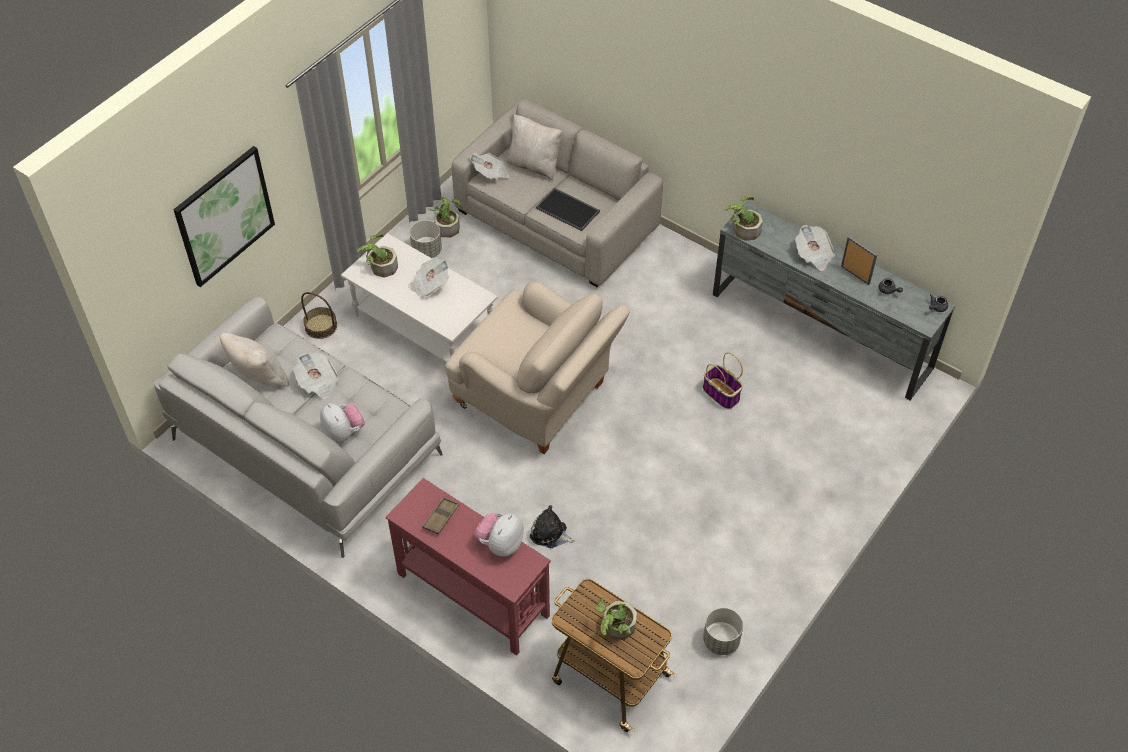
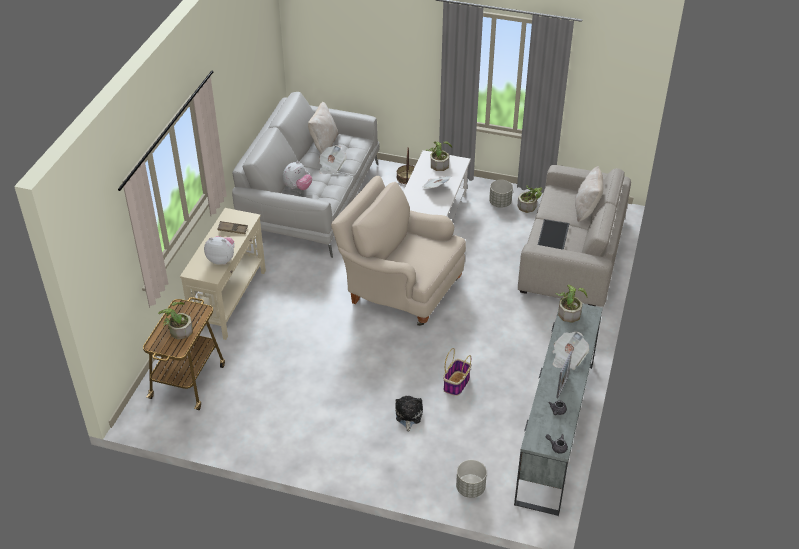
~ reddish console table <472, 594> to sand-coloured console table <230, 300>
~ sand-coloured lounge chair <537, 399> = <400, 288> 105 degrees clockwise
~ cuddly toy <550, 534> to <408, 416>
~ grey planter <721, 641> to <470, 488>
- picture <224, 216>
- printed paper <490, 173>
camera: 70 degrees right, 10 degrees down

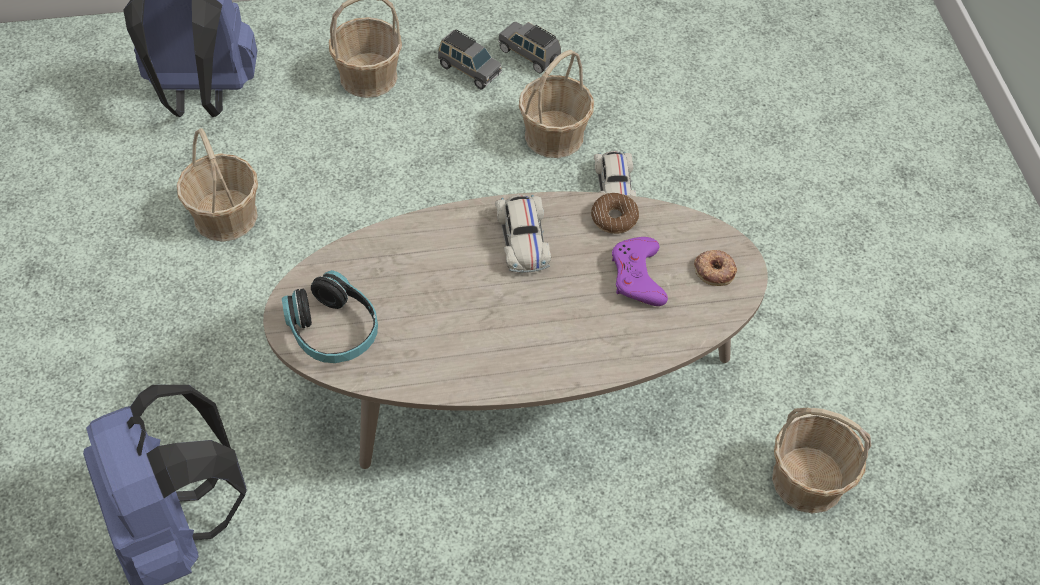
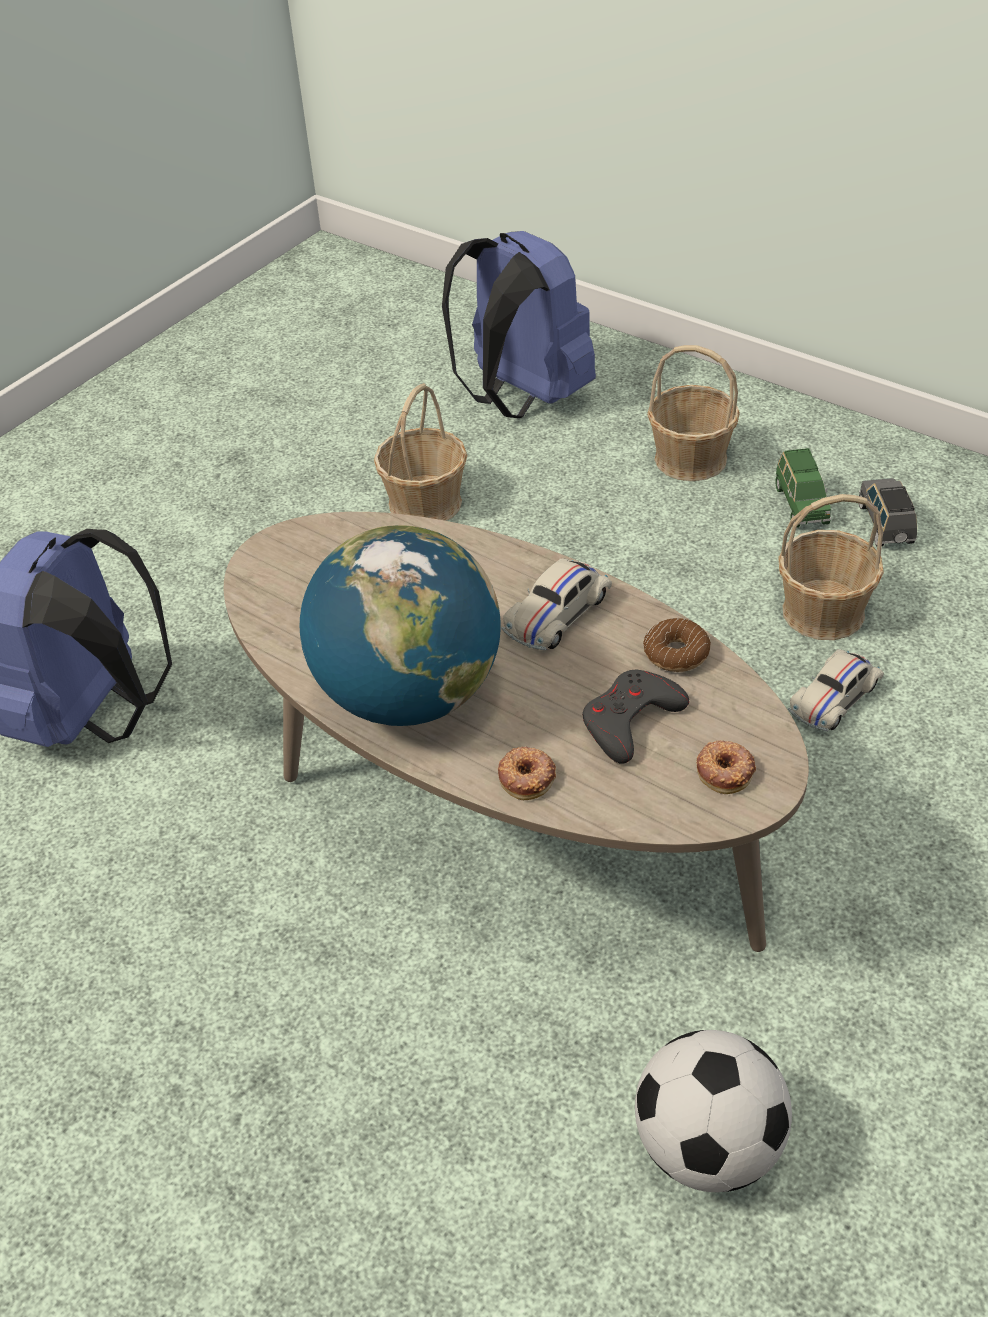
+ globe <409, 695>
+ donut <527, 777>
~ purplish game controller <637, 276> to grey game controller <630, 721>
~ basket <808, 481> to ball for football <708, 1147>
~ grey model car <469, 70> to green model car <801, 505>
- headset <333, 330>
camera: 50 degrees right, 10 degrees down

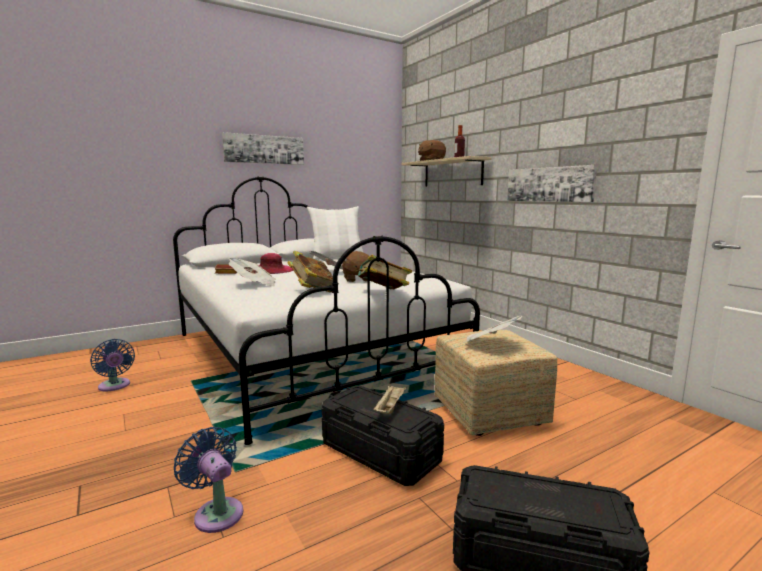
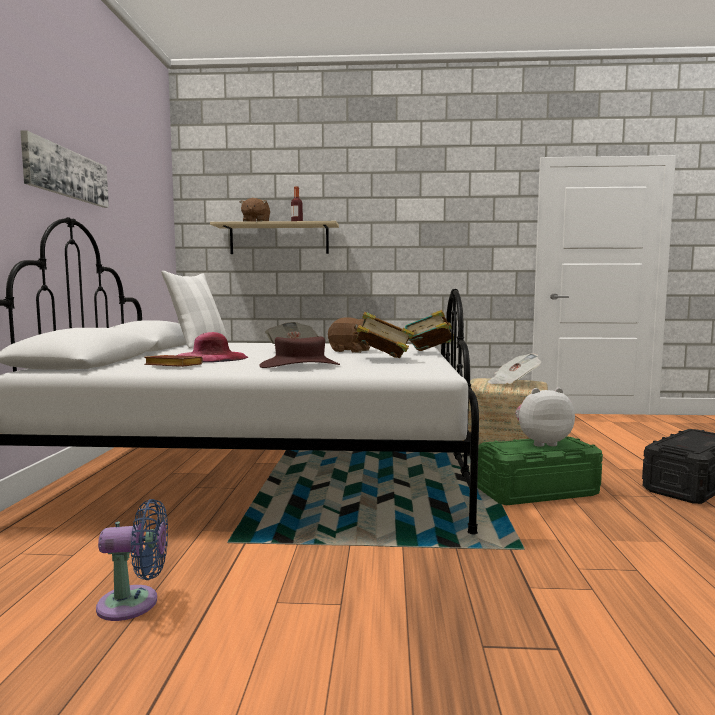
~ printed paper <254, 284> to brown clothing hat <300, 366>
~ blackish storage box <380, 453> to green storage box <536, 491>
~ sand-coloured serving tray <390, 407> to cuddly toy <541, 443>
- bluish cooling fan <216, 512>
- picture <549, 184>
camera: 55 degrees left, 5 degrees down

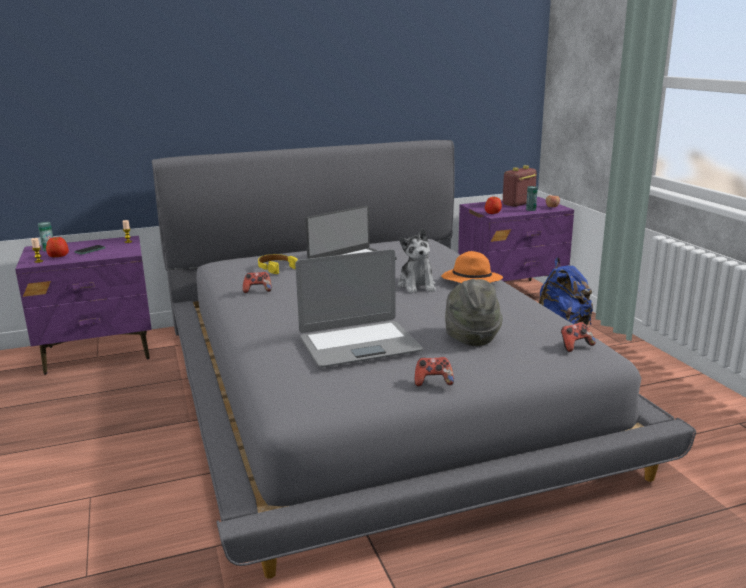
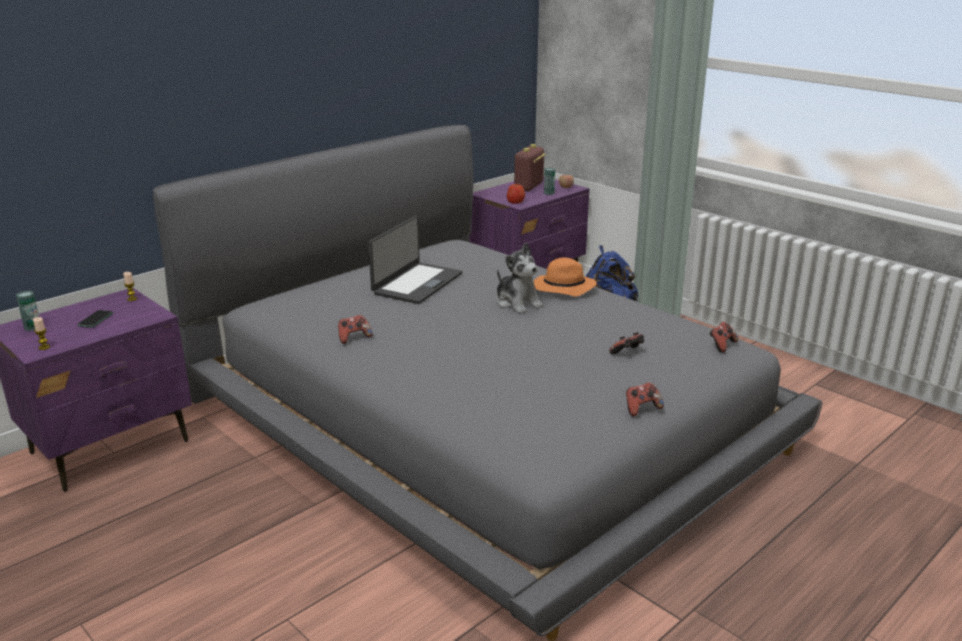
~ grey clothing hat <470, 337> to game controller <627, 353>
- apple <58, 256>
- yellow-coloured headset <276, 268>
- laptop <359, 345>
camera: 25 degrees left, 5 degrees up

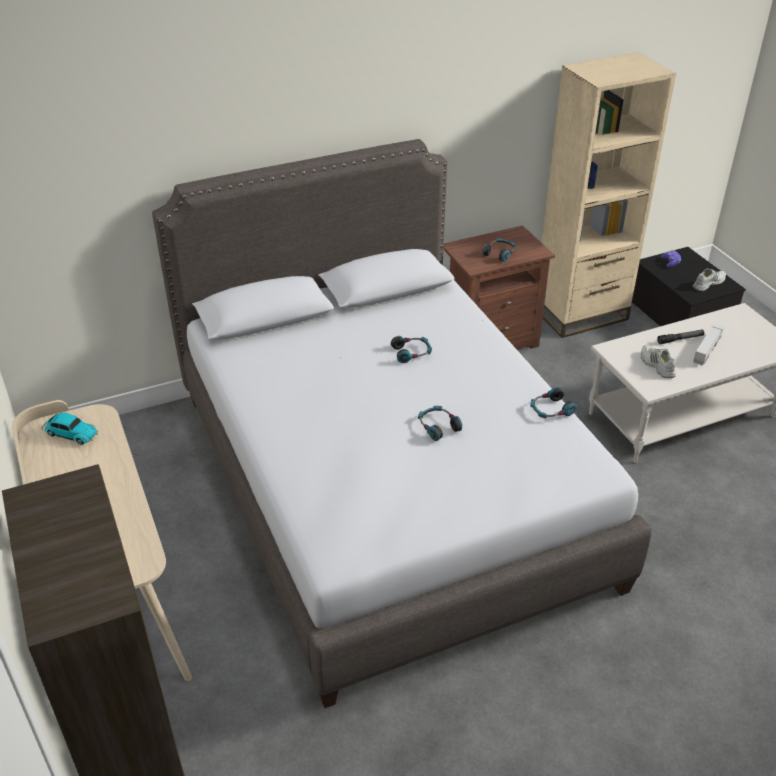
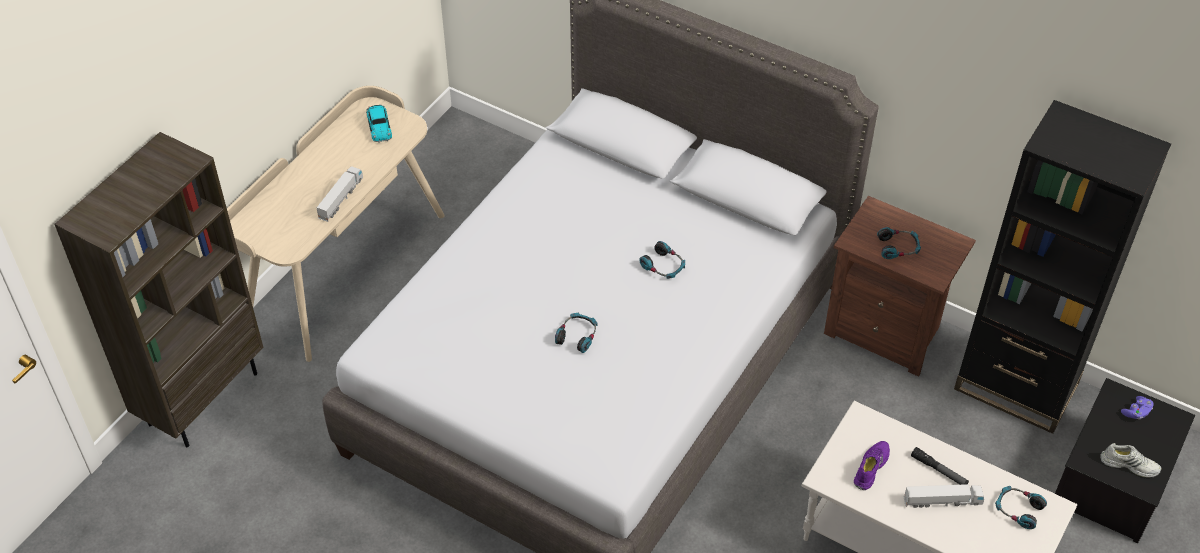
+ toy lorry <341, 199>
~ whitish shoe <656, 365> to purplish shoe <870, 467>
~ sand-coloured shelving unit <581, 314> to blackish shelving unit <1016, 386>
~ headset <551, 410> to <1018, 510>
camera: 55 degrees right, 10 degrees up

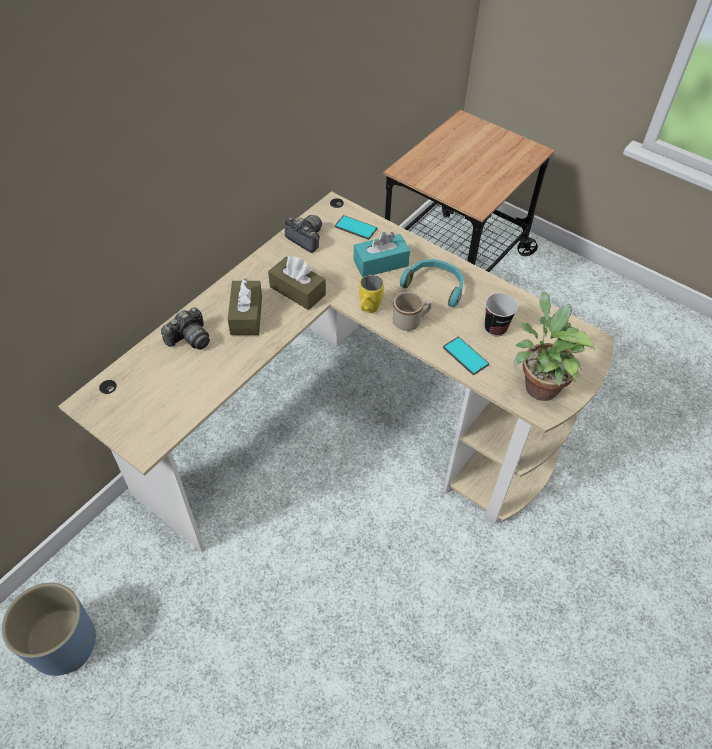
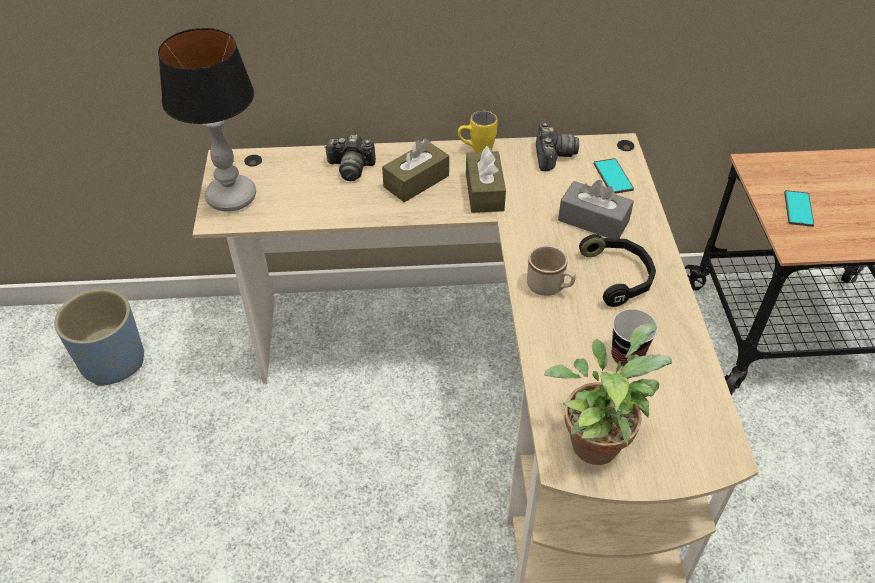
+ table lamp <231, 196>
~ yellow-coloured mug <368, 311> to <476, 150>
~ turquoise tissue box <381, 263> to grey tissue box <593, 221>
~ turquoise headset <435, 286> to blackish headset <619, 276>
~ handset <465, 356> to <798, 209>
camera: 50 degrees right, 5 degrees down

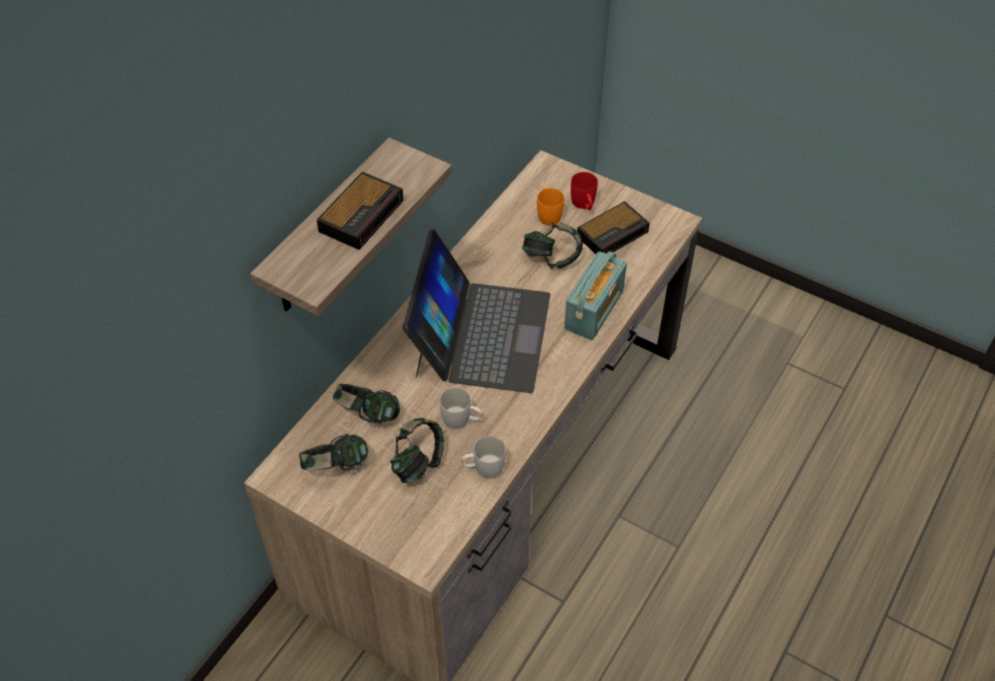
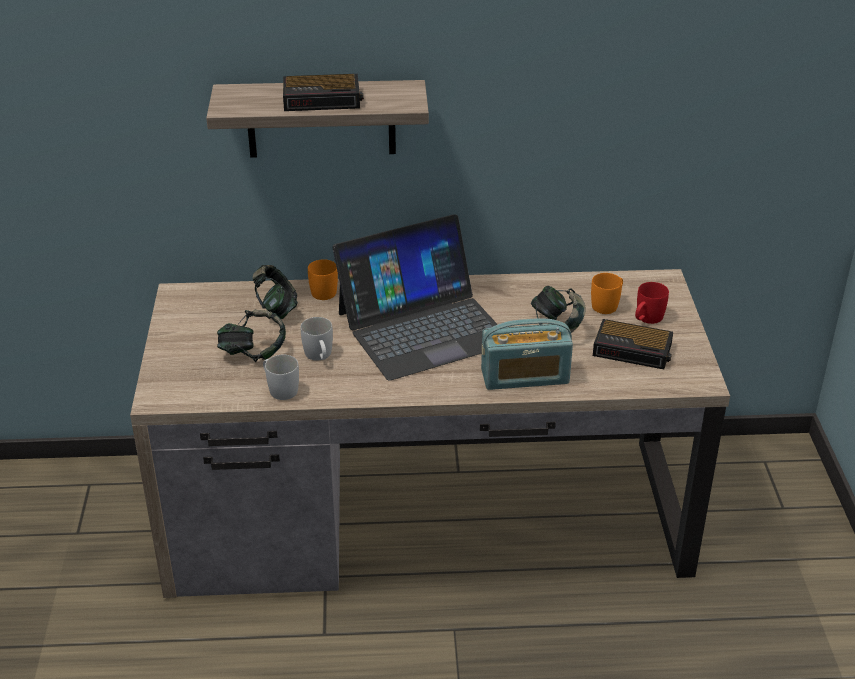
+ orangey mug <321, 290>
- headset <336, 467>
camera: 55 degrees right, 15 degrees down

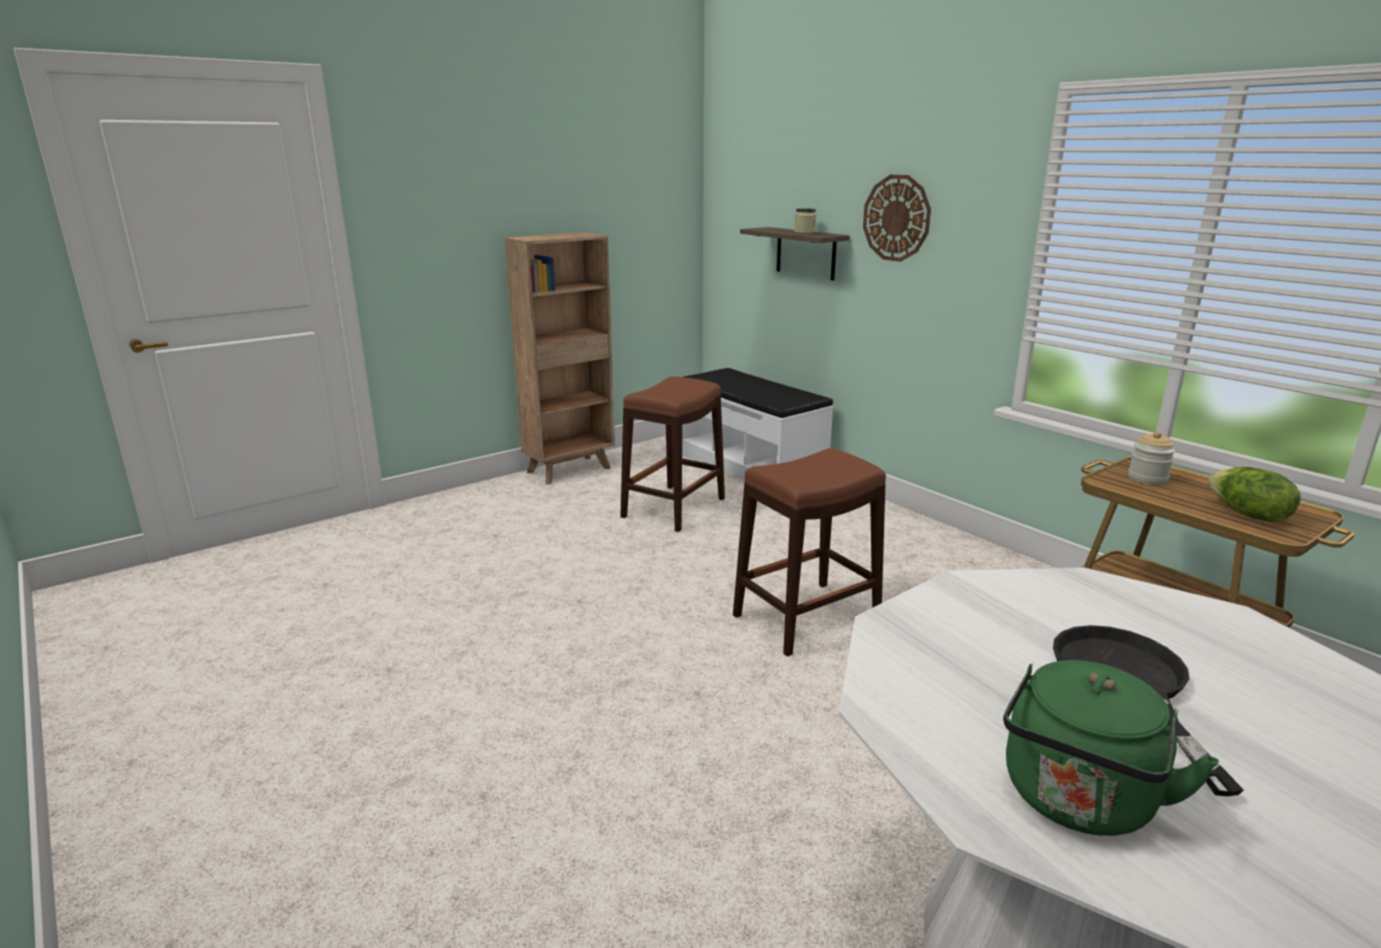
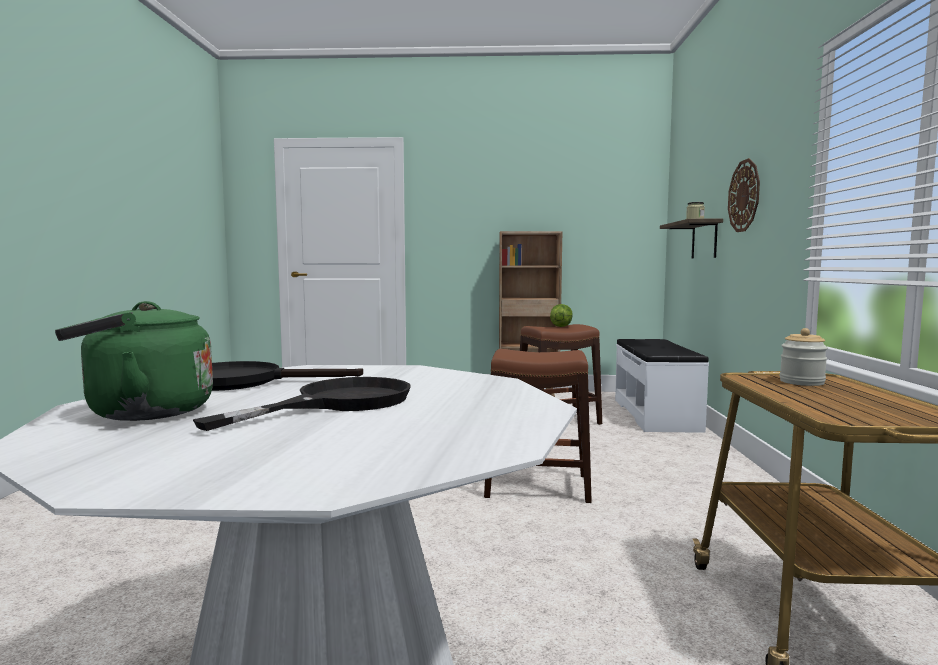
+ blackish pan <244, 382>
~ lettuce head <1247, 515> to <560, 326>
camera: 40 degrees right, 15 degrees down

